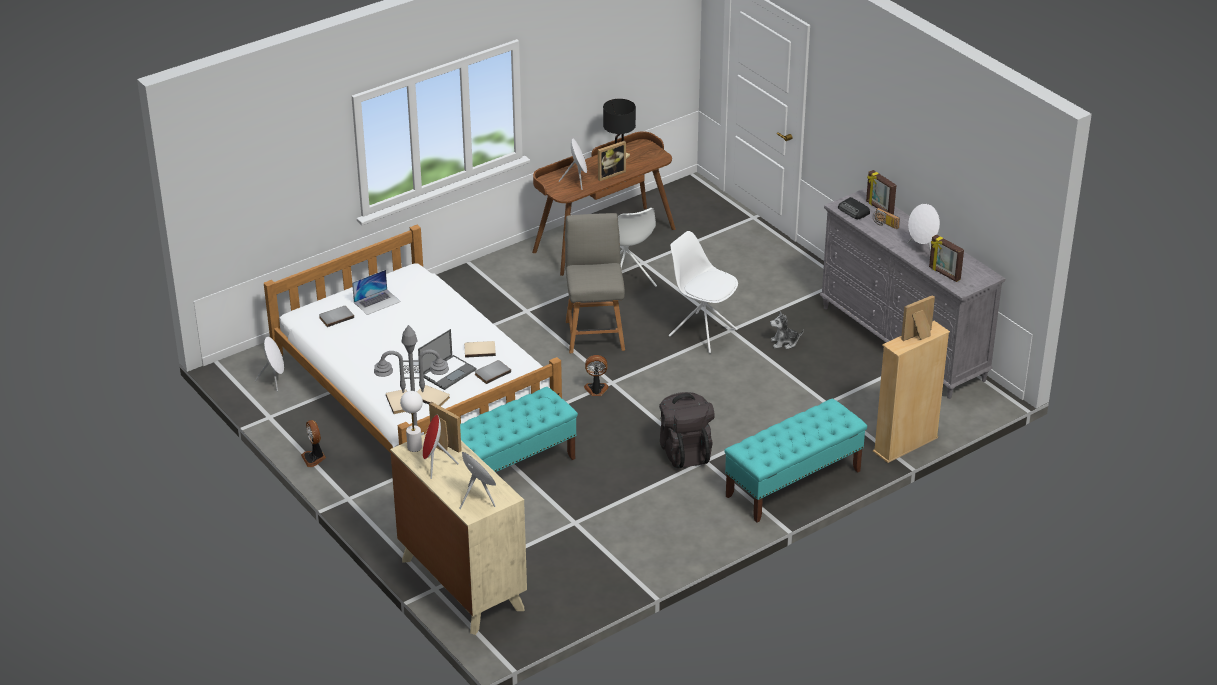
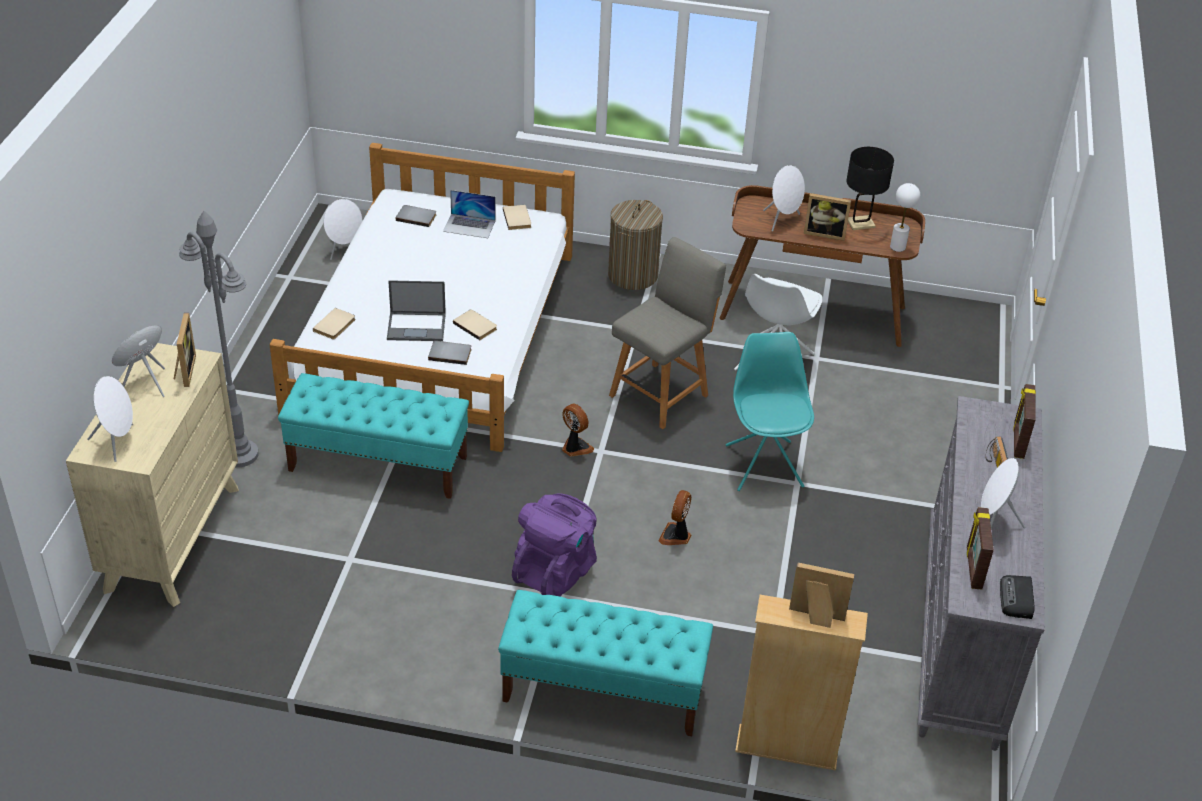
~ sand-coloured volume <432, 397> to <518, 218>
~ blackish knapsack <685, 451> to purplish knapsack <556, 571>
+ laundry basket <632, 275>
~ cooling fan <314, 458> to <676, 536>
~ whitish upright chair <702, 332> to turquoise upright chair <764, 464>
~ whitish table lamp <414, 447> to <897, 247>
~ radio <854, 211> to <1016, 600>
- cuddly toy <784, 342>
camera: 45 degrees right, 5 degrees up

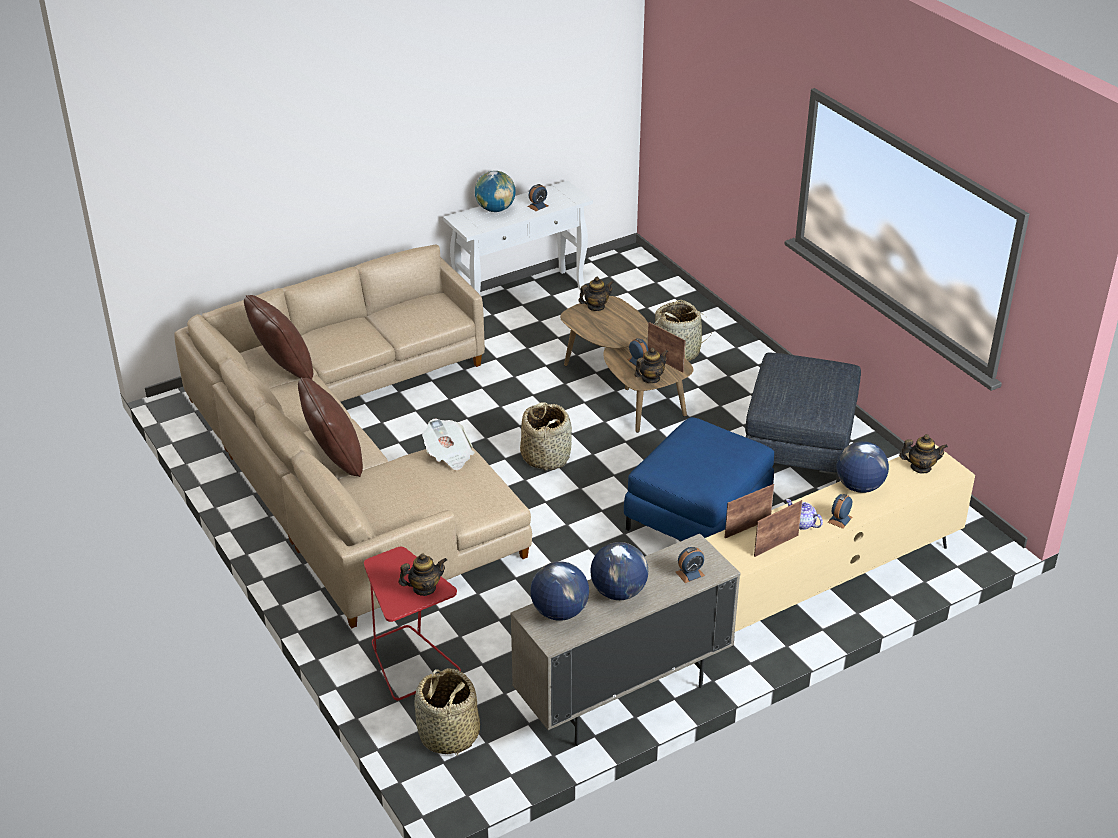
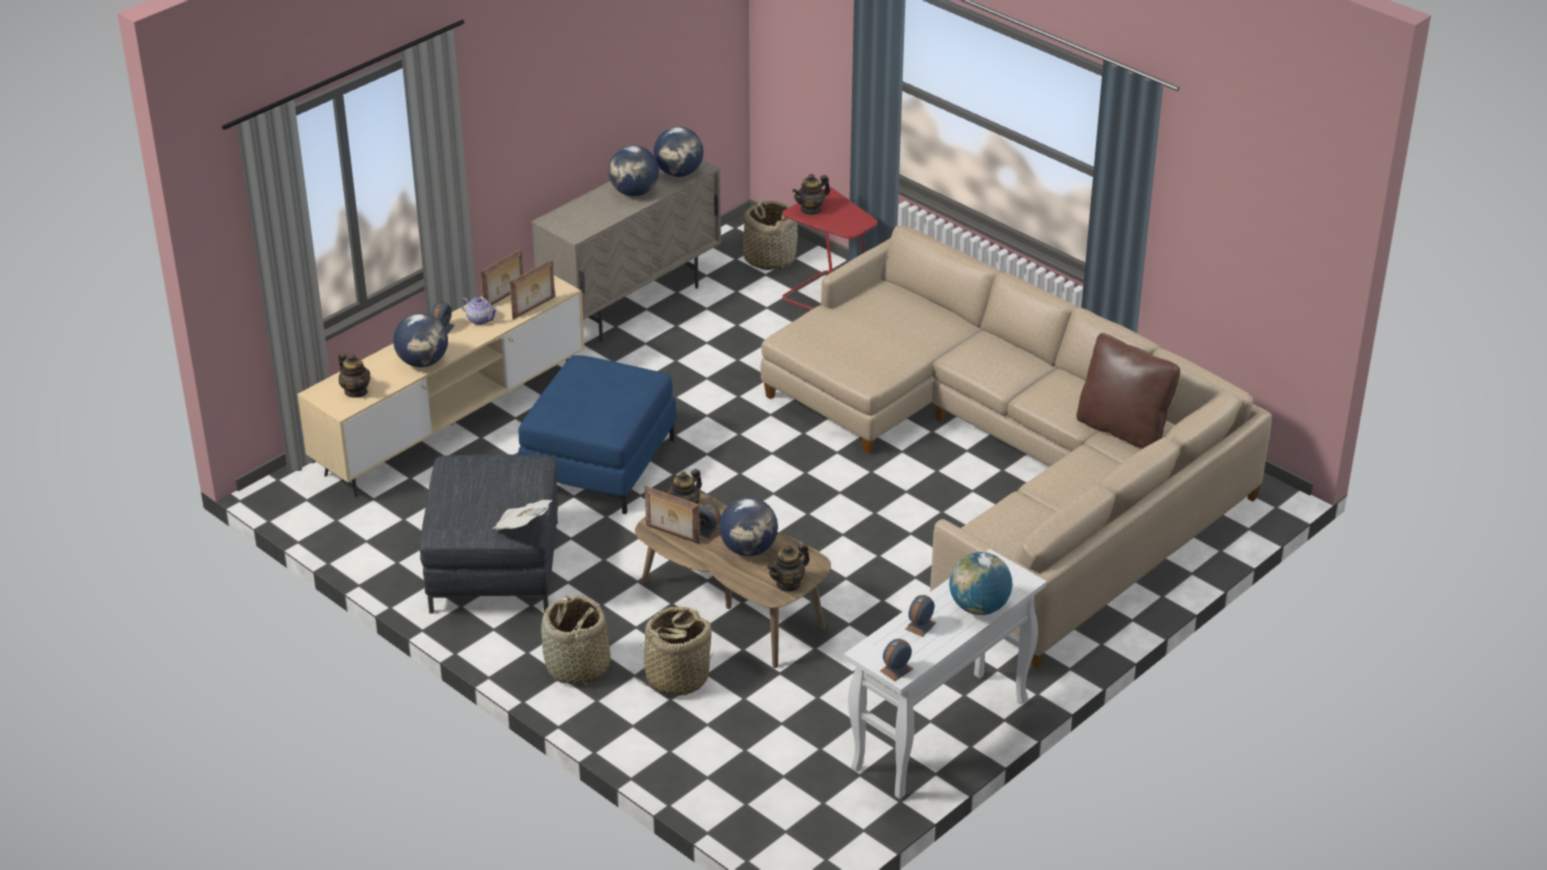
~ pot for tea <920, 467> = <356, 391> 120 degrees counterclockwise
~ printed paper <449, 455> to <522, 527>
~ basket <546, 456> to <577, 667>
+ globe <749, 549>
~ alarm clock <690, 573> to <896, 670>
- brown throw pillow <334, 459>
camera: 165 degrees right, 0 degrees up

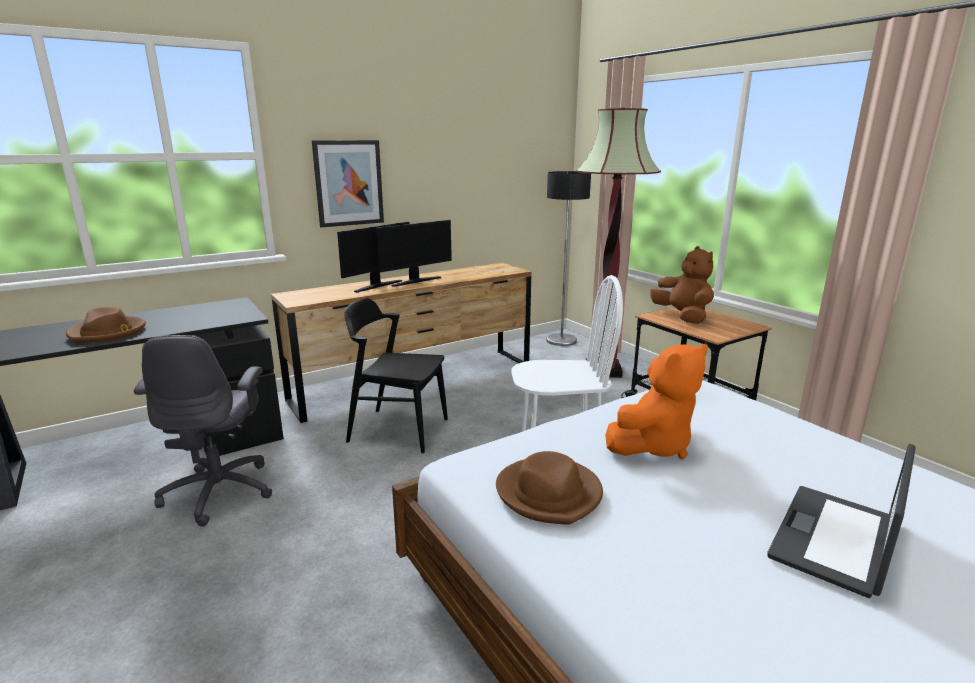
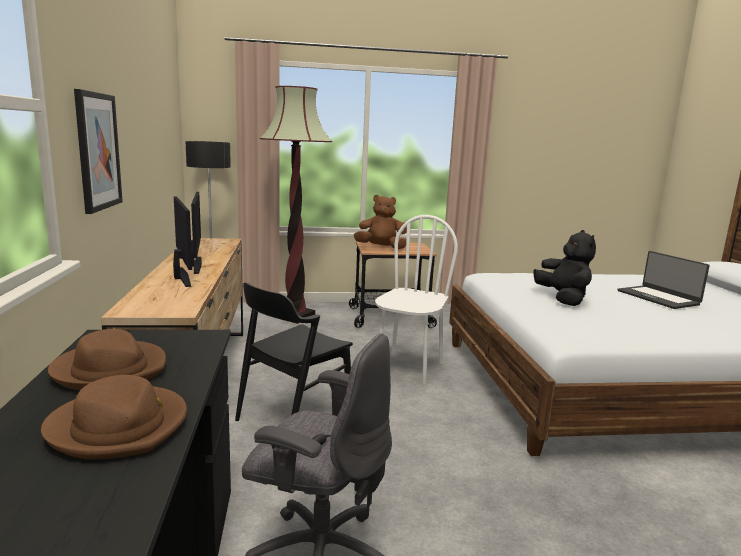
~ brown clothing hat <549, 493> to <110, 369>
~ orangey cuddly toy <653, 445> to blackish cuddly toy <563, 299>
camera: 65 degrees left, 5 degrees down

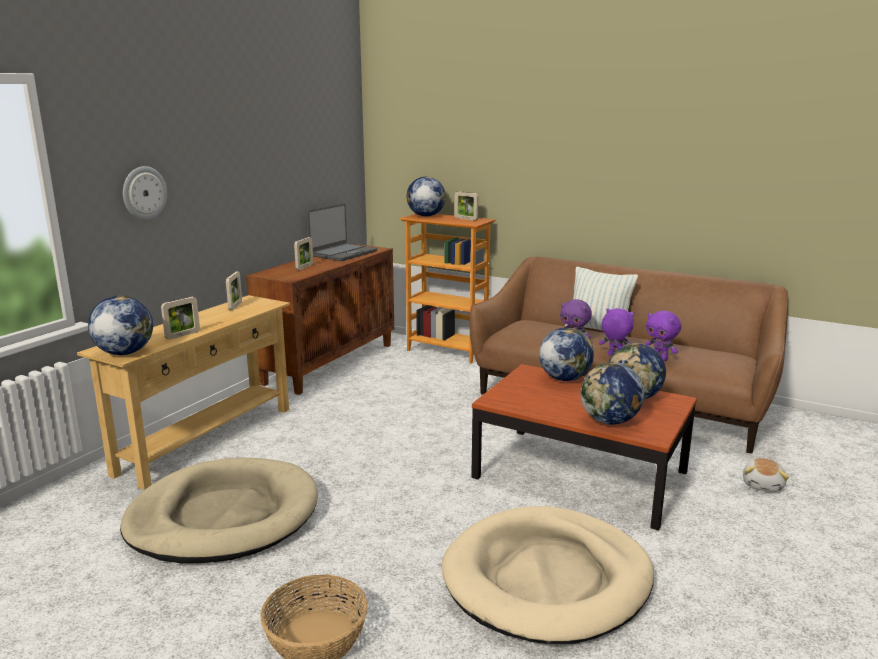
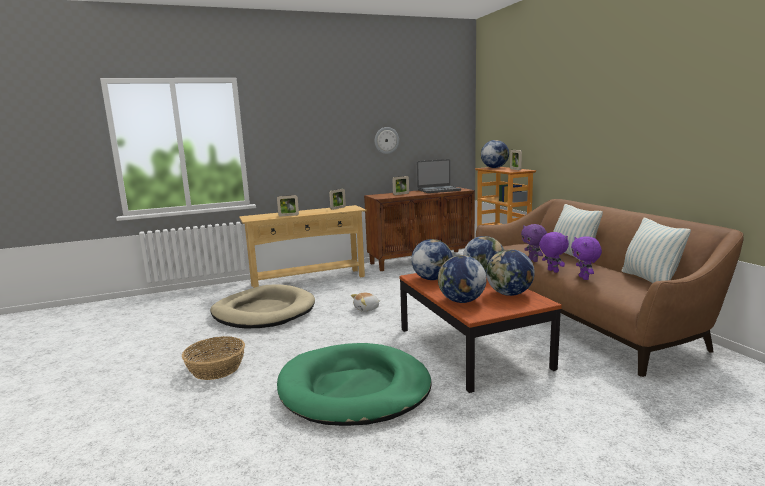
~ sand-coloured dog cushion <547, 579> to green dog cushion <354, 389>
~ cuddly toy <763, 485> to <367, 309>
~ wall clock <144, 193> to <386, 140>
~ globe <124, 353> to <432, 279>
+ throw pillow <649, 280>
camera: 40 degrees right, 5 degrees down

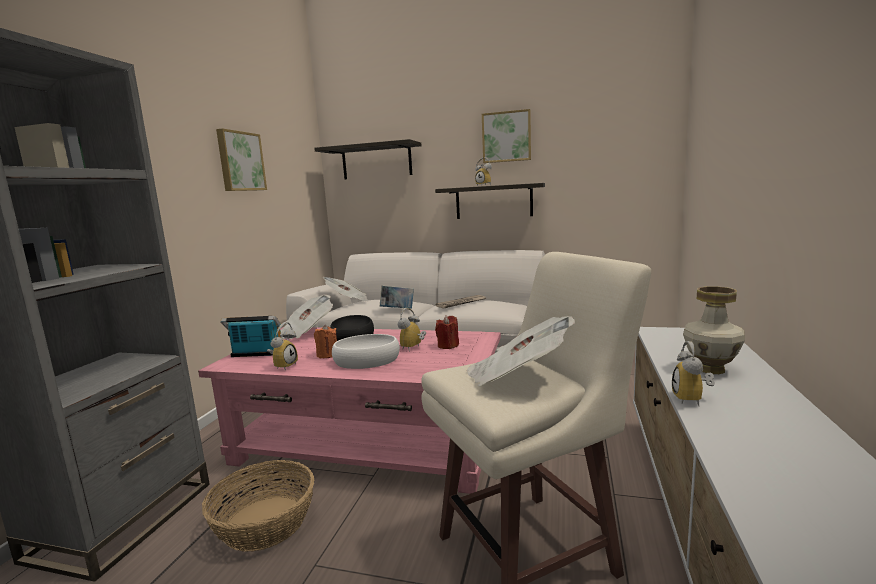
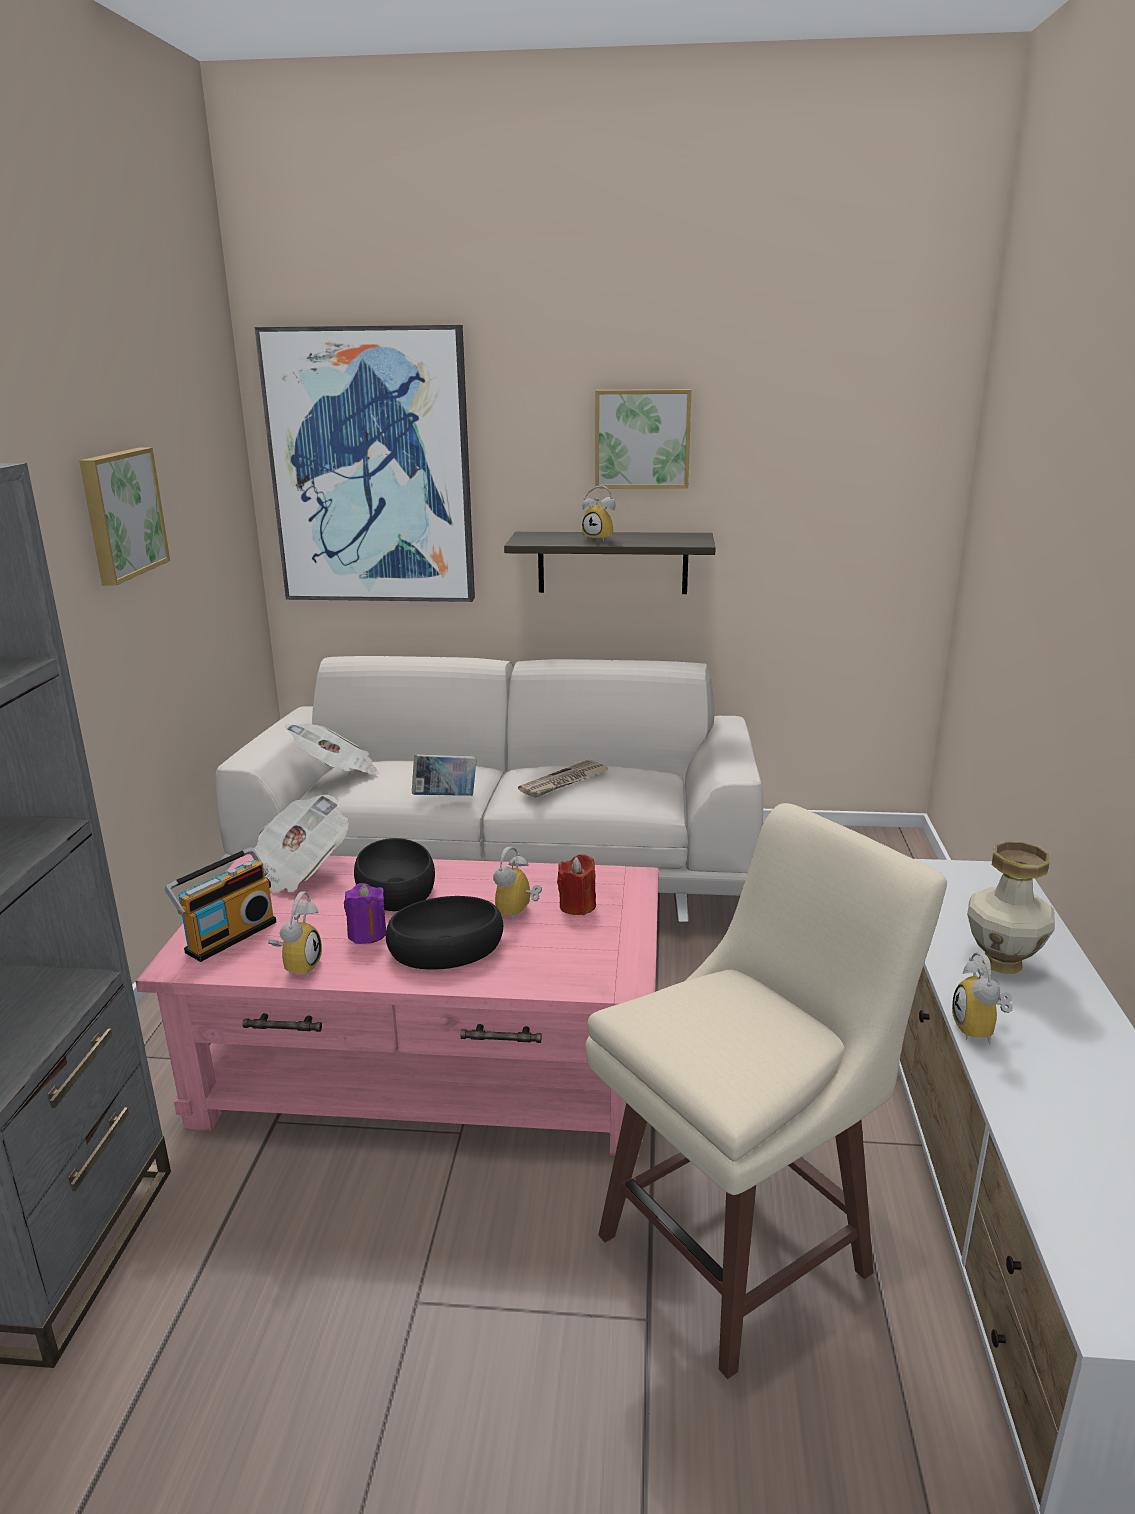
~ radio <256, 354> = <229, 936> 135 degrees clockwise
~ shelf <376, 161> to picture <372, 468>
~ orangey wax candle <327, 355> to purplish wax candle <367, 934>
~ whitish serving bowl <366, 360> to blackish serving bowl <445, 948>
- basket <266, 522>
- printed paper <516, 377>
camera: 10 degrees left, 10 degrees up

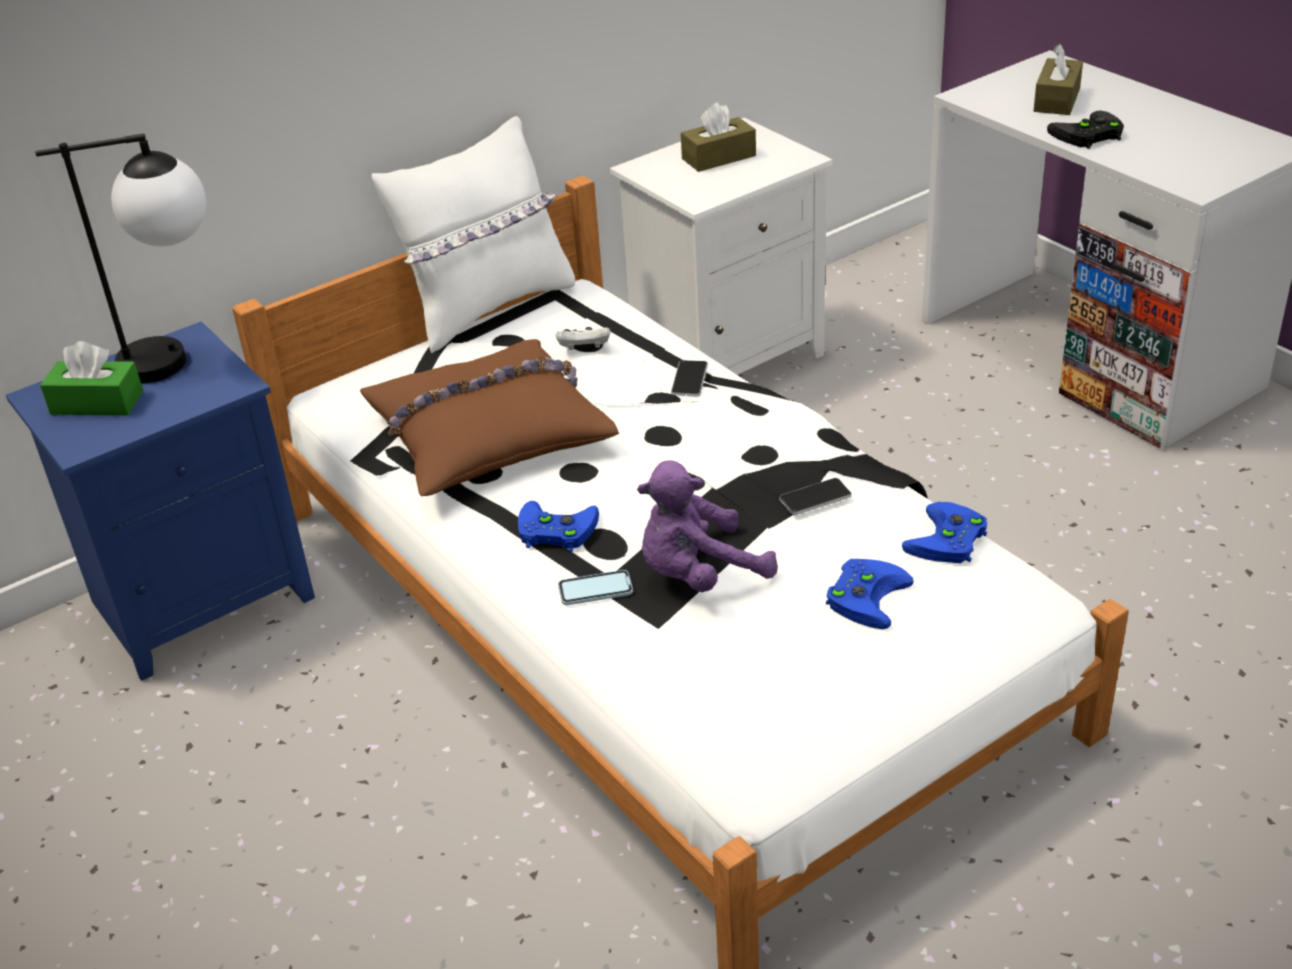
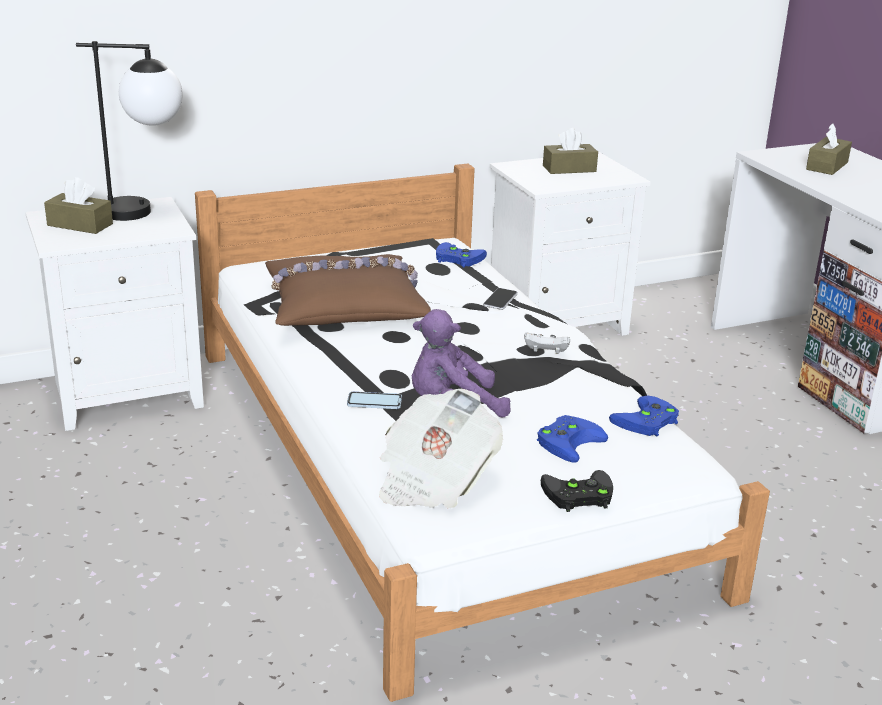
~ bluish bedside table <202, 598> to whitish bedside table <129, 393>
~ green tissue box <97, 403> to brown tissue box <80, 225>
+ printed paper <434, 479>
~ bluish game controller <553, 531> to <457, 258>
~ whitish game controller <584, 350> to <546, 353>
~ blackish game controller <1086, 135> to <576, 495>
- whitish throw pillow <489, 308>
- handset <815, 498>
camera: 10 degrees right, 10 degrees down

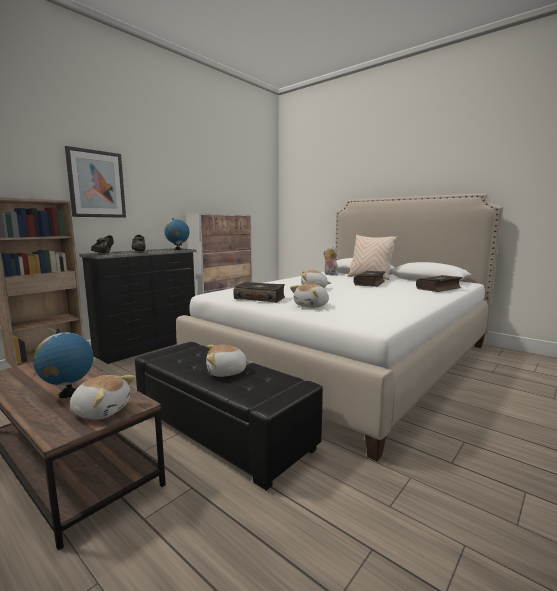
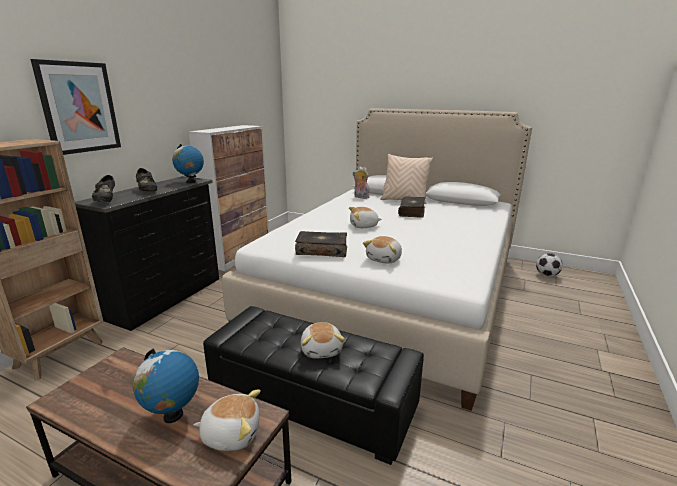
~ cuddly toy <226, 372> = <322, 349> 75 degrees counterclockwise
+ ball for football <547, 275>
- volume <439, 289>
camera: 15 degrees left, 10 degrees up

